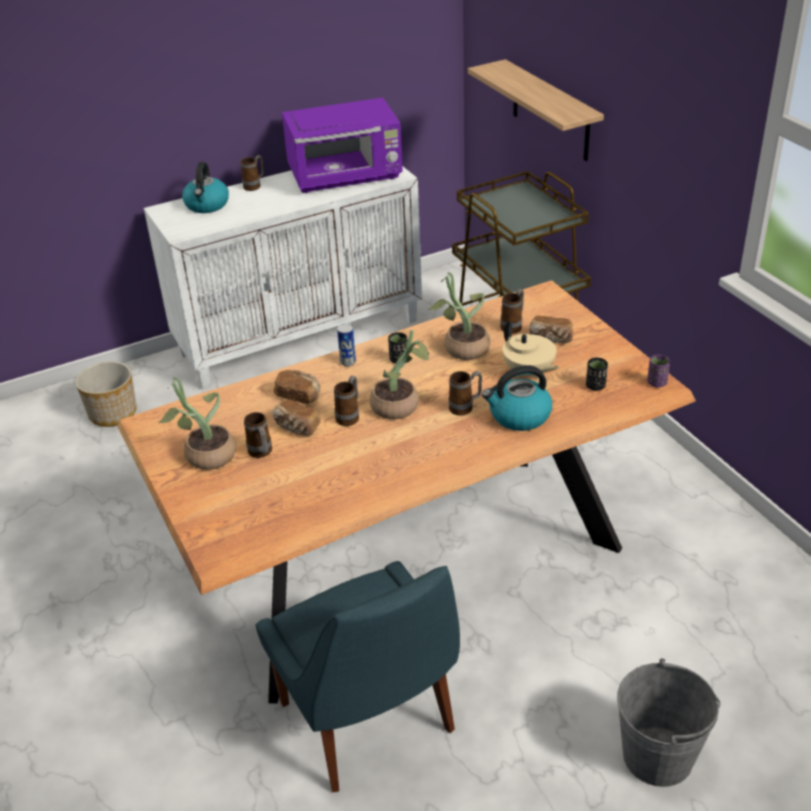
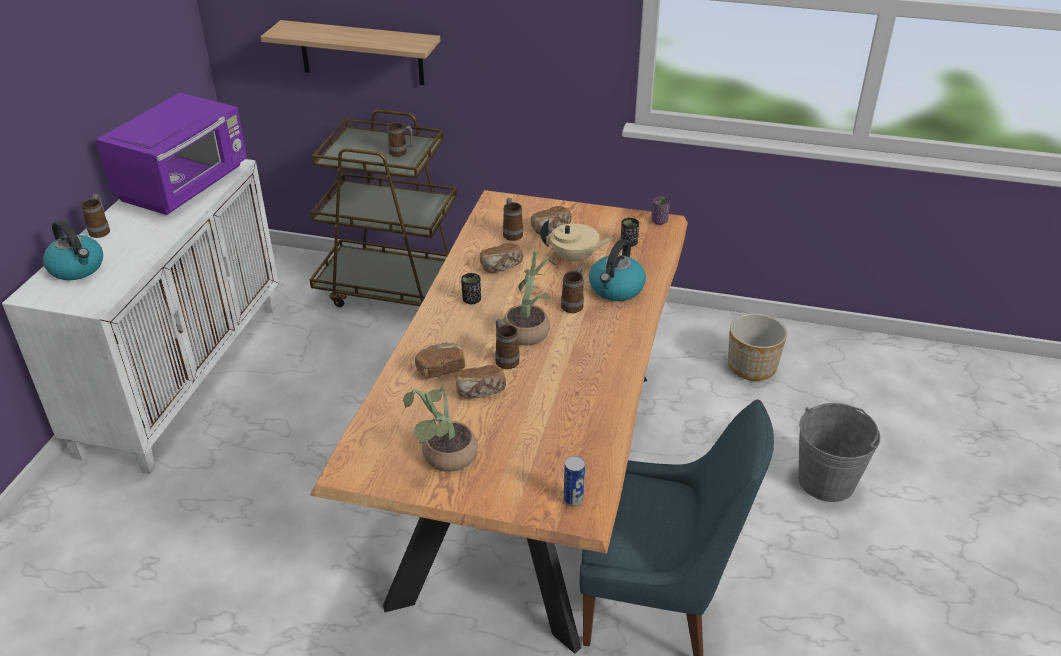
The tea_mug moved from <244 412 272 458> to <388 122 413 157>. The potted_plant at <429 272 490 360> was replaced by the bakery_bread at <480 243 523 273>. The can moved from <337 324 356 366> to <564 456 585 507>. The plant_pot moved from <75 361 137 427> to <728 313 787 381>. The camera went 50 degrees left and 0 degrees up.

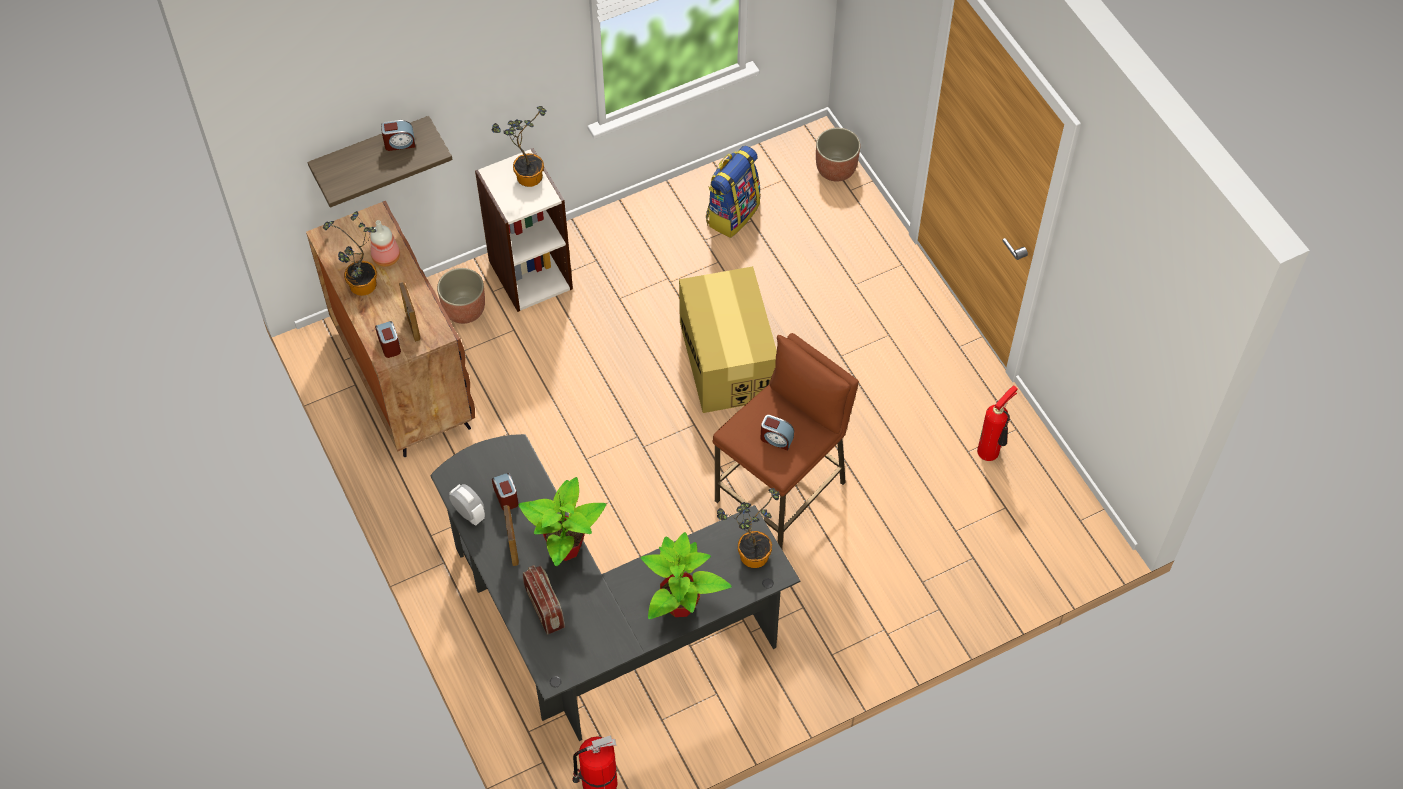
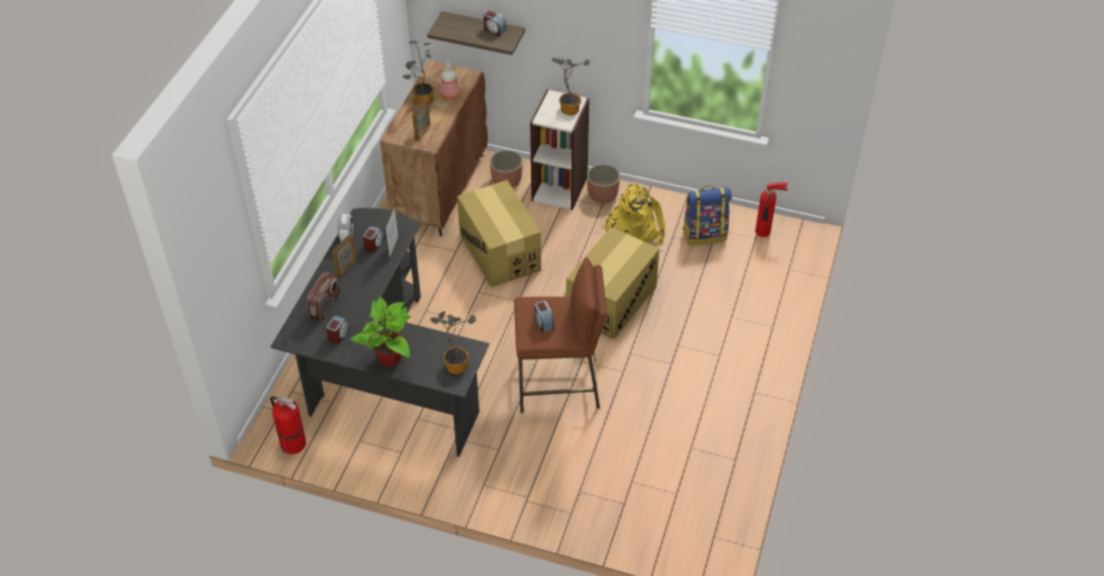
The bedside_clock moved from <375 321 401 358> to <326 316 350 344>. The picture_frame at <385 204 399 260> appeared. The cardboard_box at <457 180 541 287> appeared. The plant_pot moved from <816 128 860 181> to <587 164 620 204>. The yellowish_backpack at <601 184 665 244> appeared. The extinguisher moved from <977 385 1018 461> to <755 182 788 237>. The potted_plant at <519 477 606 566> disappeared. The camera went 45 degrees right and 10 degrees down.

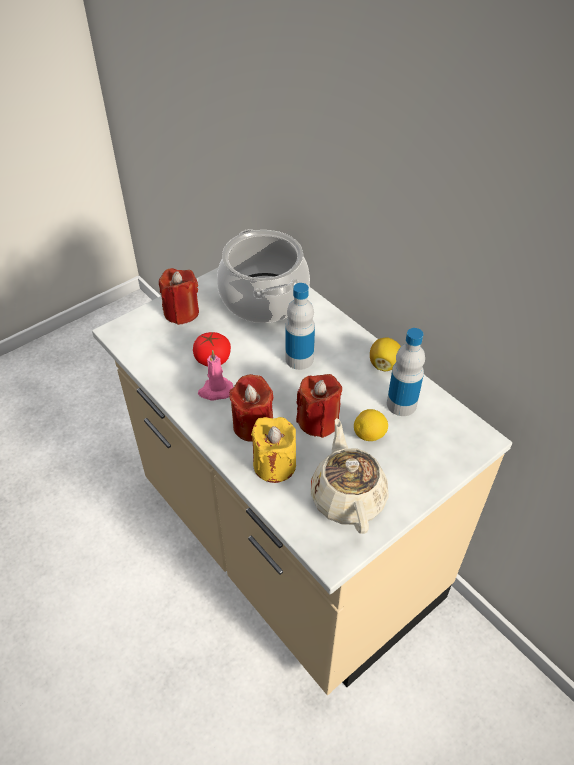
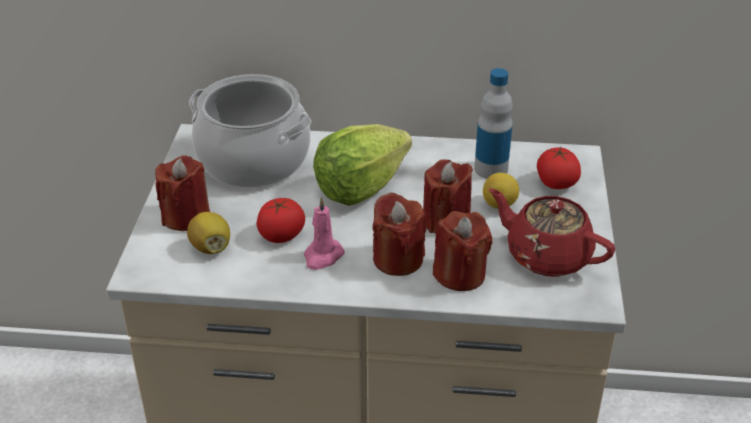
The citrus_fruit moved from <370 337 401 371> to <187 212 230 254>. The bottle at <285 283 315 370> was replaced by the head_of_lettuce at <313 124 412 206>. The yellowish_wax_candle at <251 417 296 483> became the red_wax_candle at <433 211 492 291>. The sand-coloured_pot_for_tea at <311 418 388 534> became the red_pot_for_tea at <489 188 615 277>. The tomato at <537 146 581 189> appeared. The camera went 45 degrees left and 10 degrees down.

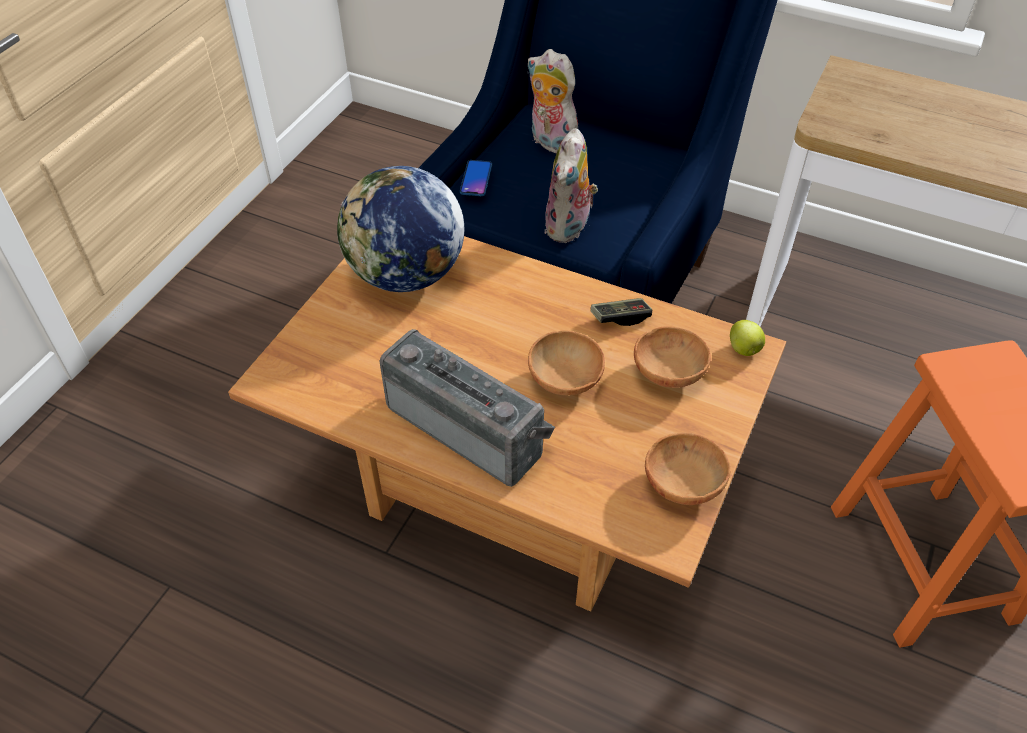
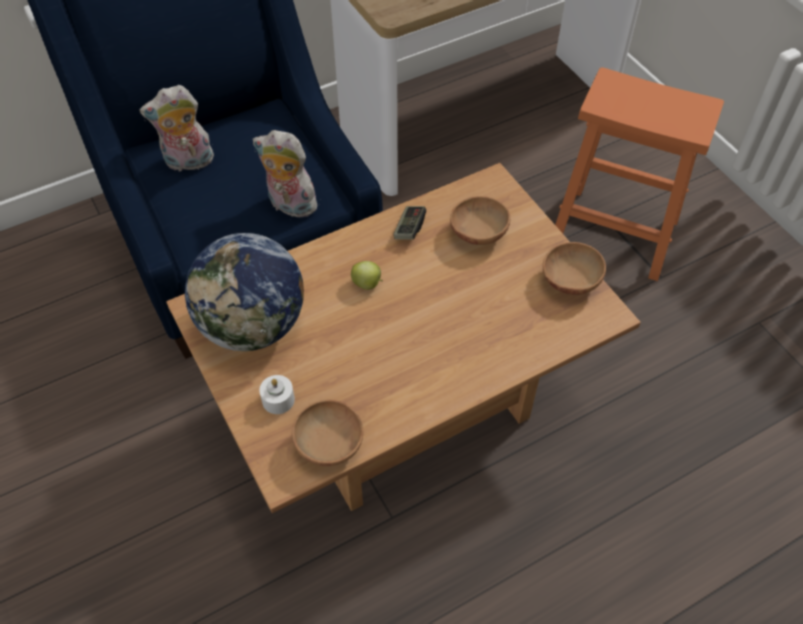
The cuddly_toy at <544 128 598 243> turned 150 degrees clockwise. The white-coloured_wax_candle at <259 375 295 414> appeared. The brownish_serving_bowl moved from <528 330 605 396> to <292 399 363 466>. The apple_fruit moved from <730 320 765 356> to <351 261 383 290>. The radio_set at <379 329 555 487> disappeared. The handset at <460 160 492 196> disappeared. The camera went 55 degrees left and 5 degrees up.

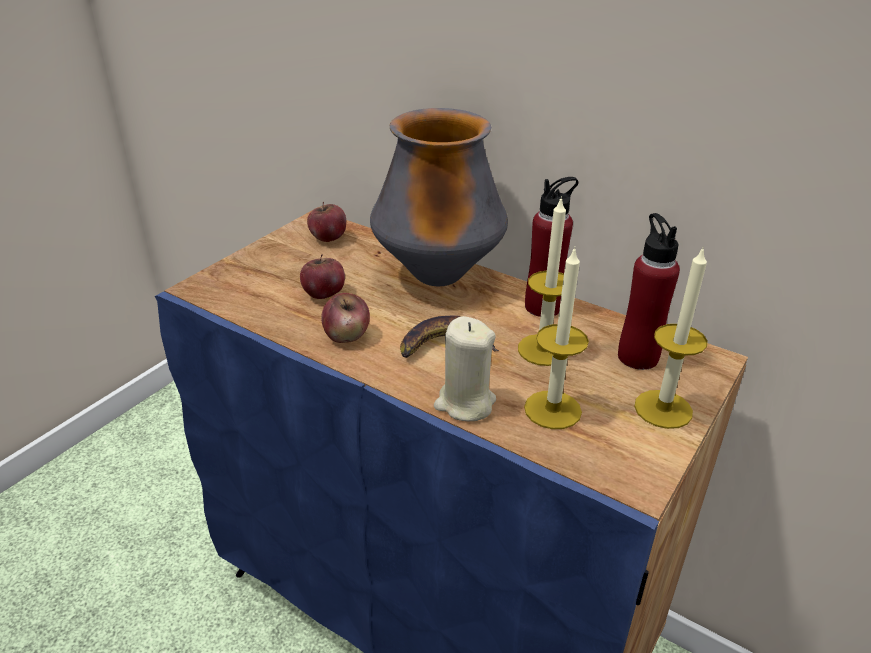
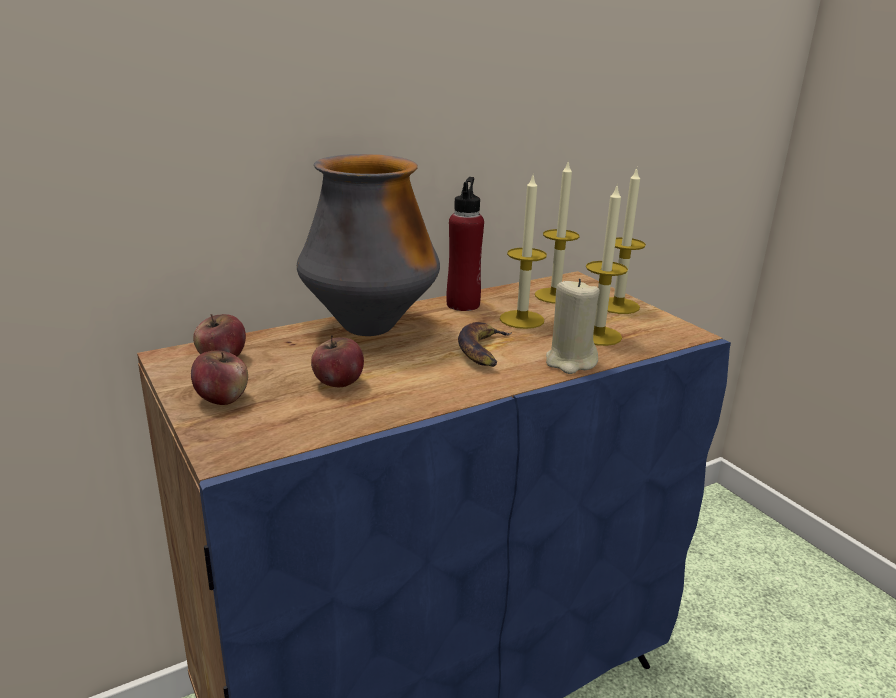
The apple_fruit moved from <321 293 370 343> to <191 351 248 405>. The red_bottle at <618 213 680 370> was replaced by the wax_candle at <535 160 580 303>. The camera went 65 degrees left and 10 degrees down.

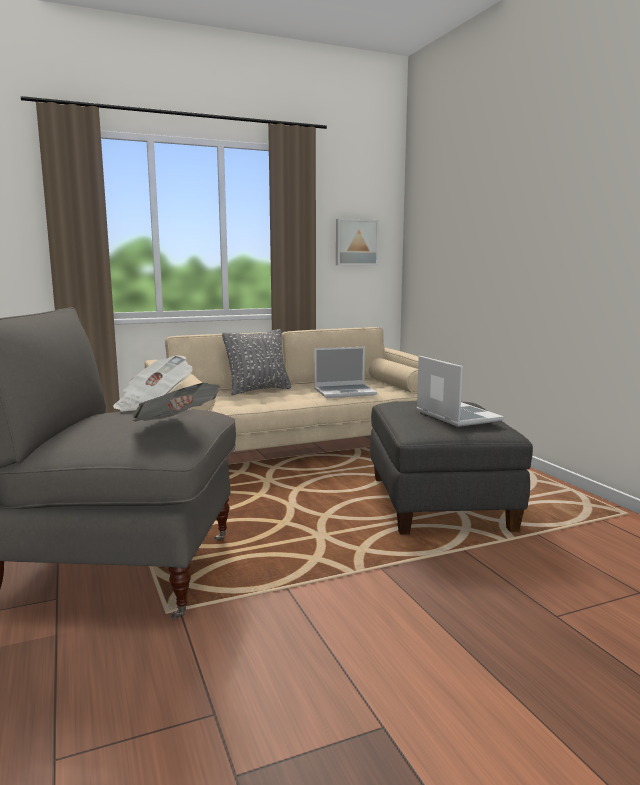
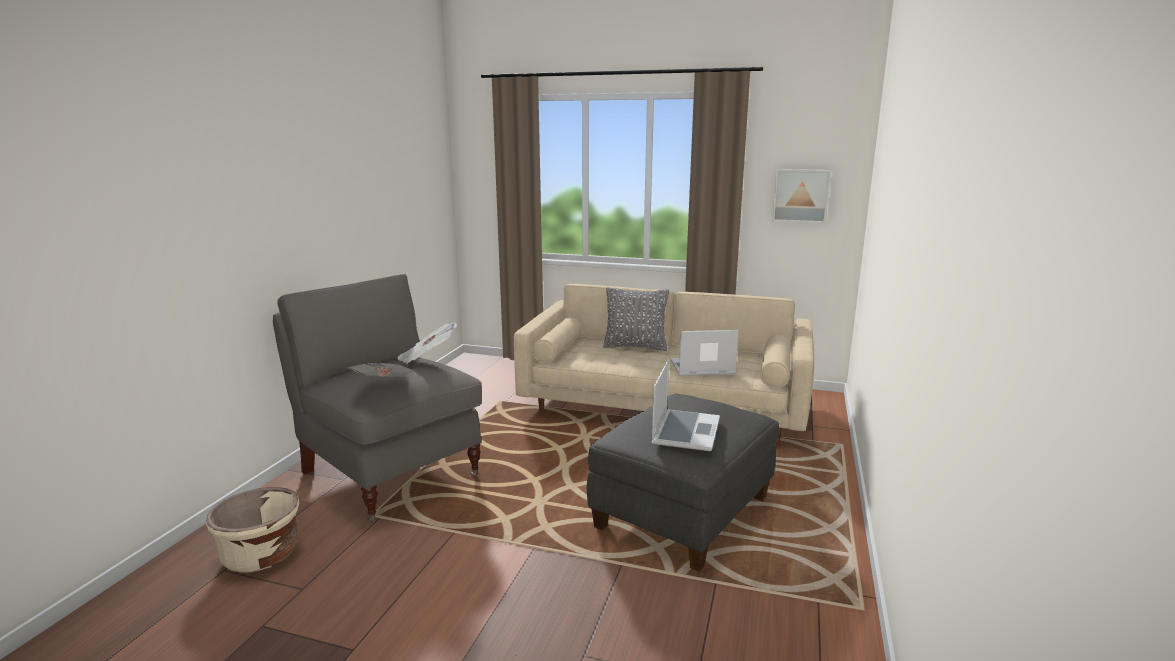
The sand-coloured_plant_pot at <206 487 299 573> appeared. The notebook_computer at <314 347 377 398> turned 150 degrees clockwise. The camera went 40 degrees right and 5 degrees up.

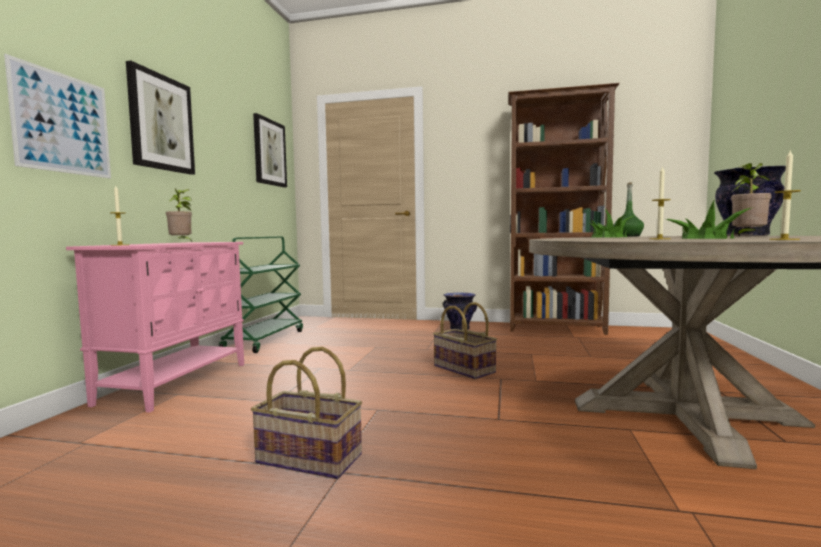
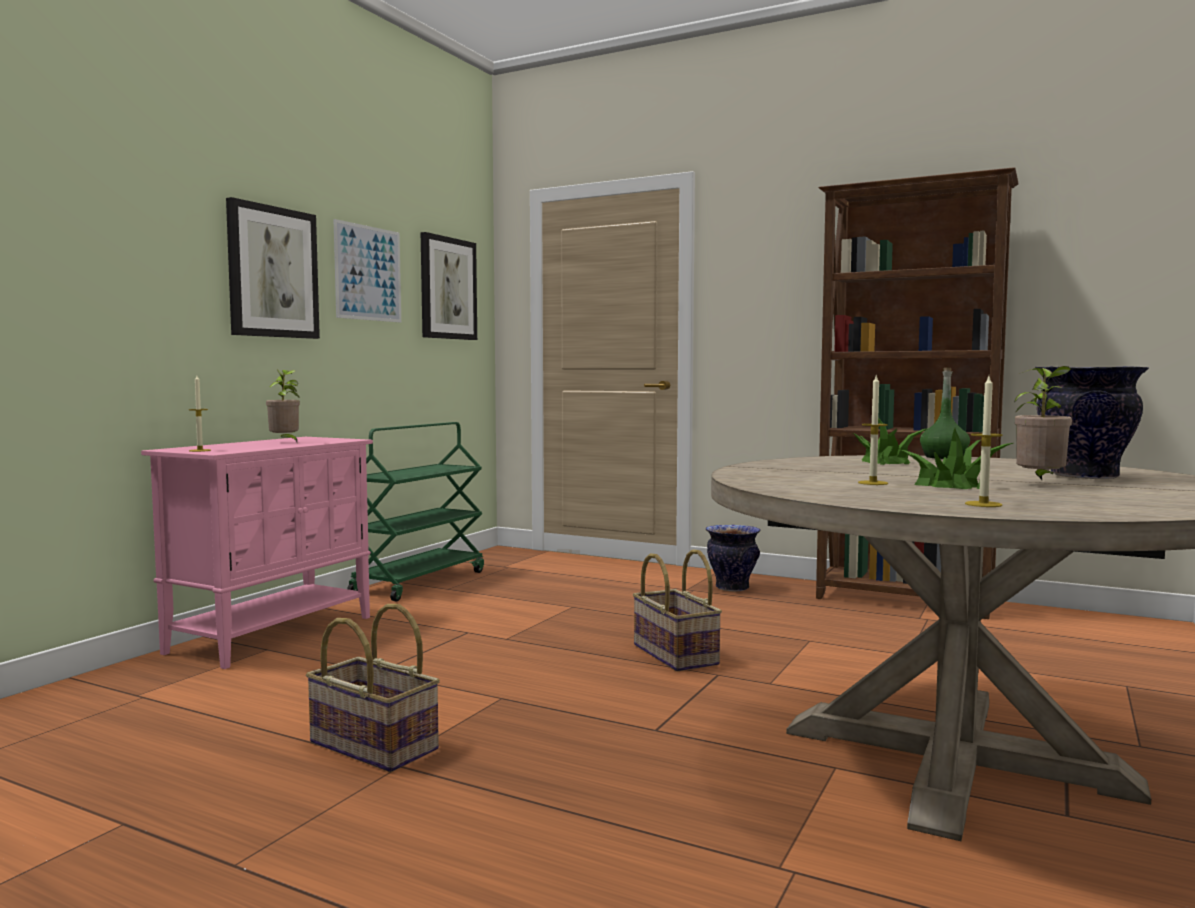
The wall_art moved from <4 54 111 179> to <333 219 401 323>. The camera went 15 degrees right and 0 degrees up.

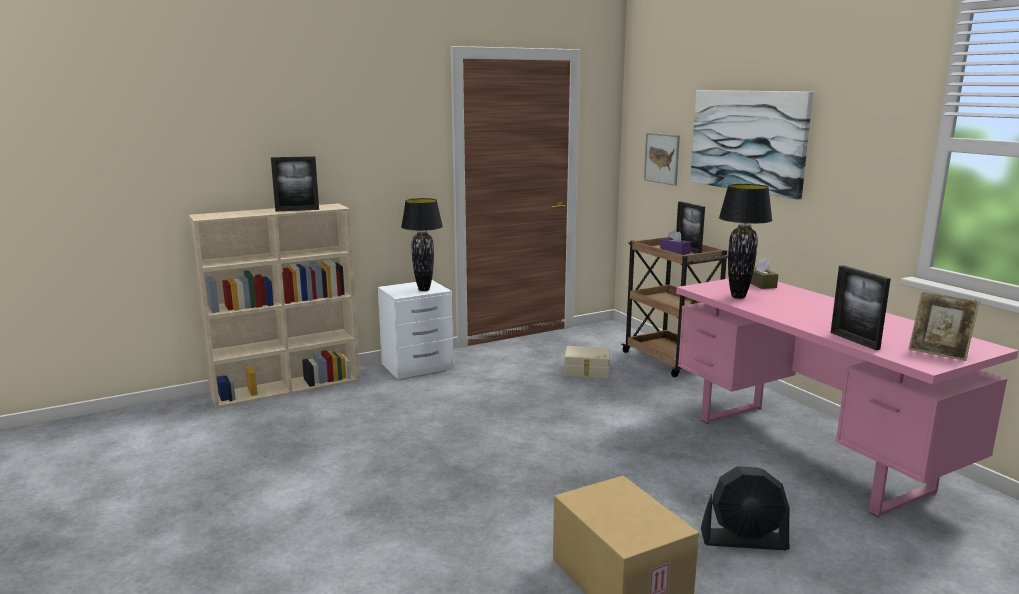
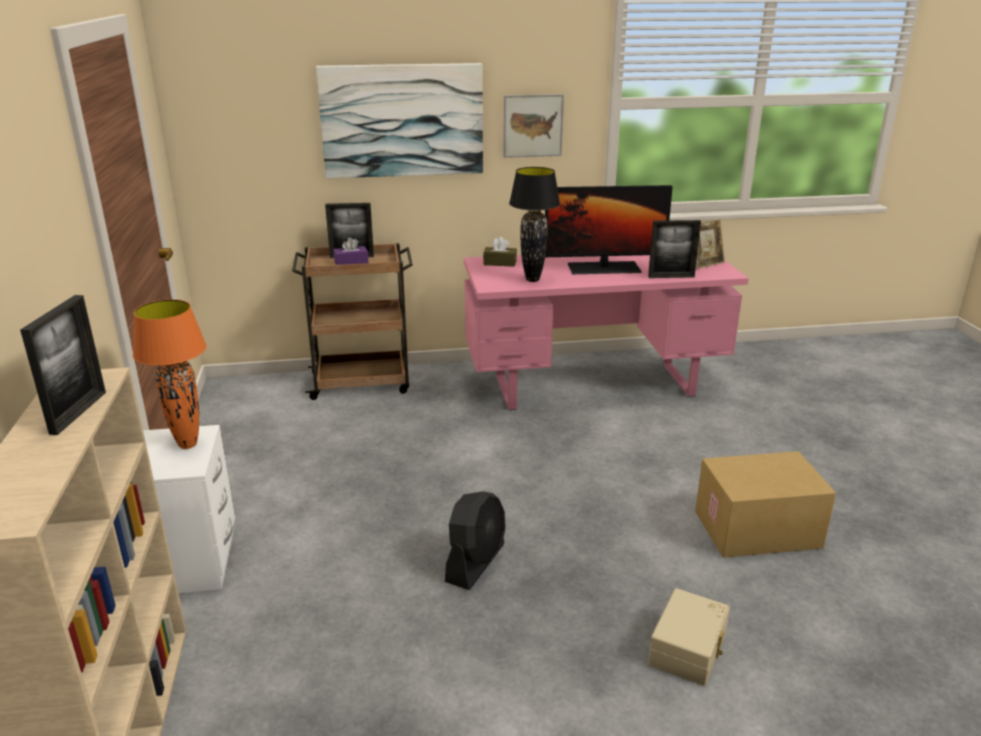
The blackish_tabletop_lamp at <401 198 443 291> became the orange-coloured_tabletop_lamp at <133 299 207 449>. The blackish_fan moved from <701 466 789 550> to <445 491 505 590>. The wall_art moved from <644 133 680 186> to <503 94 564 158>. The computer_screen at <545 185 673 274> appeared. The sand-coloured_storage_box moved from <564 346 610 378> to <648 588 730 686>. The camera went 70 degrees left and 10 degrees up.

